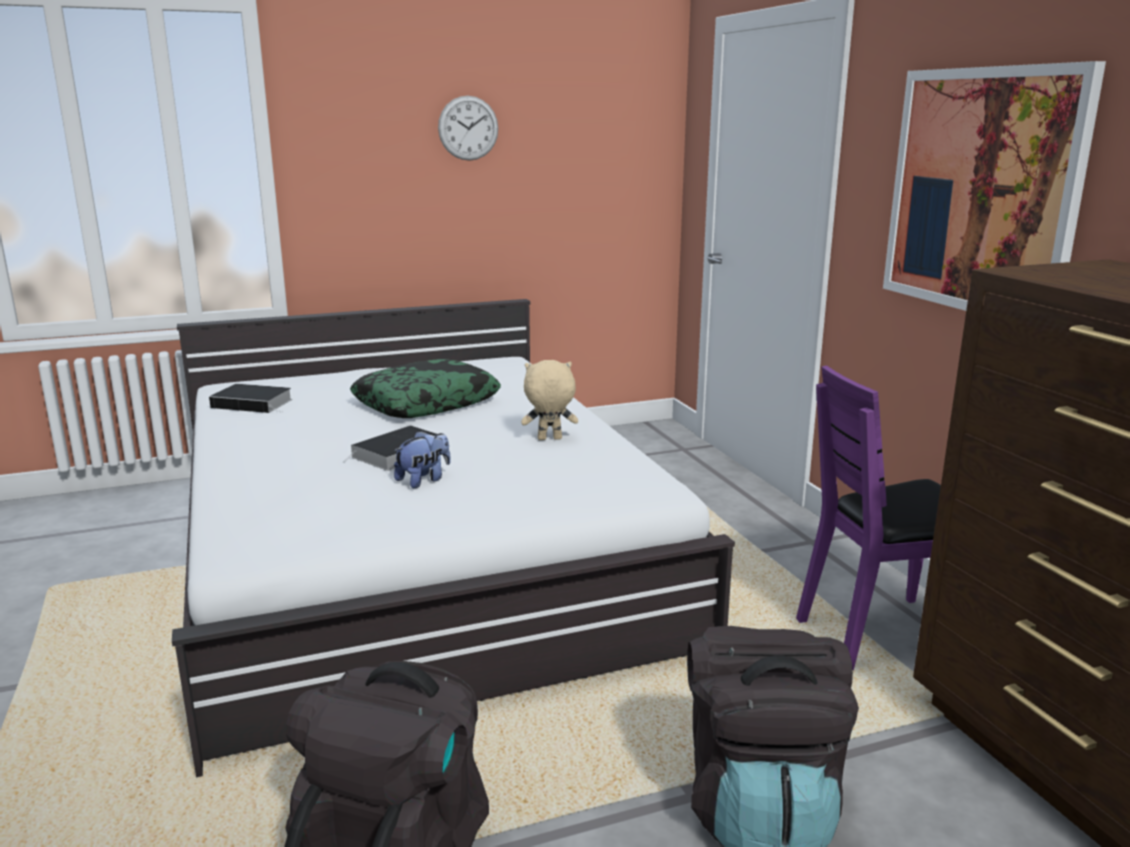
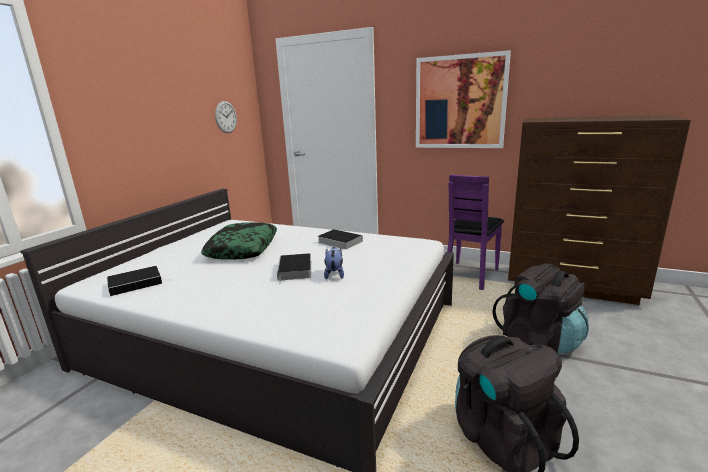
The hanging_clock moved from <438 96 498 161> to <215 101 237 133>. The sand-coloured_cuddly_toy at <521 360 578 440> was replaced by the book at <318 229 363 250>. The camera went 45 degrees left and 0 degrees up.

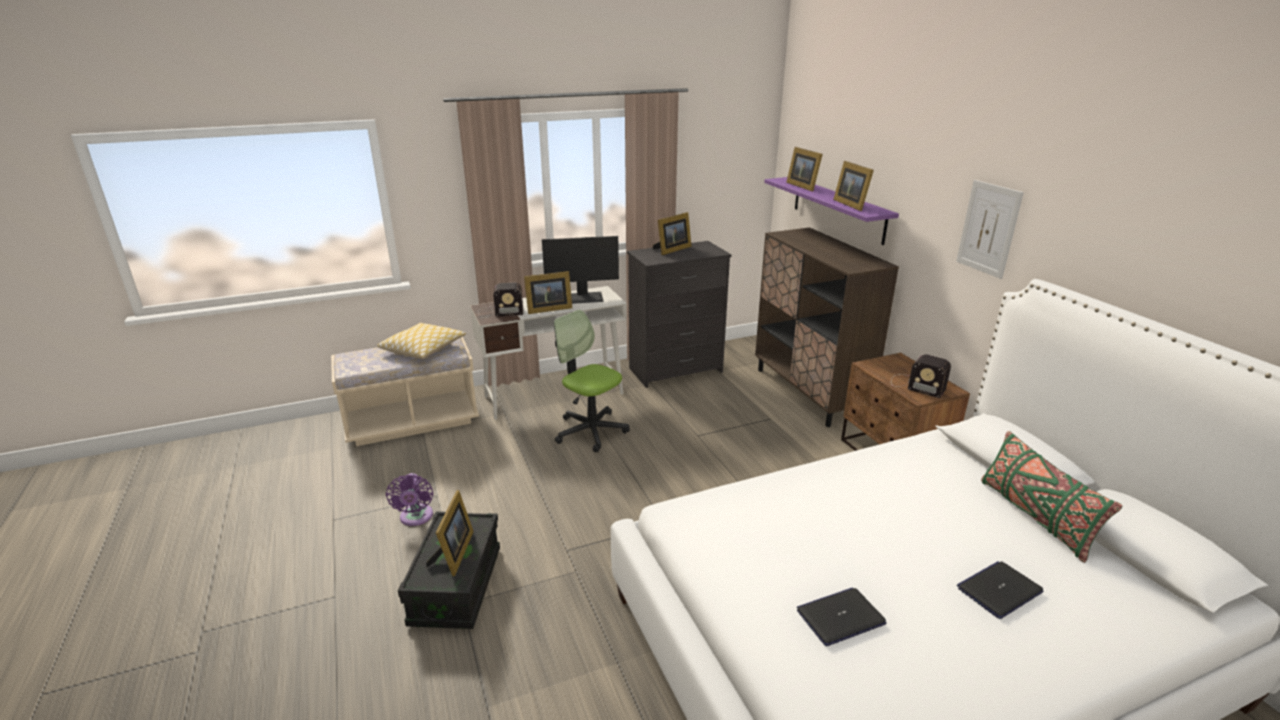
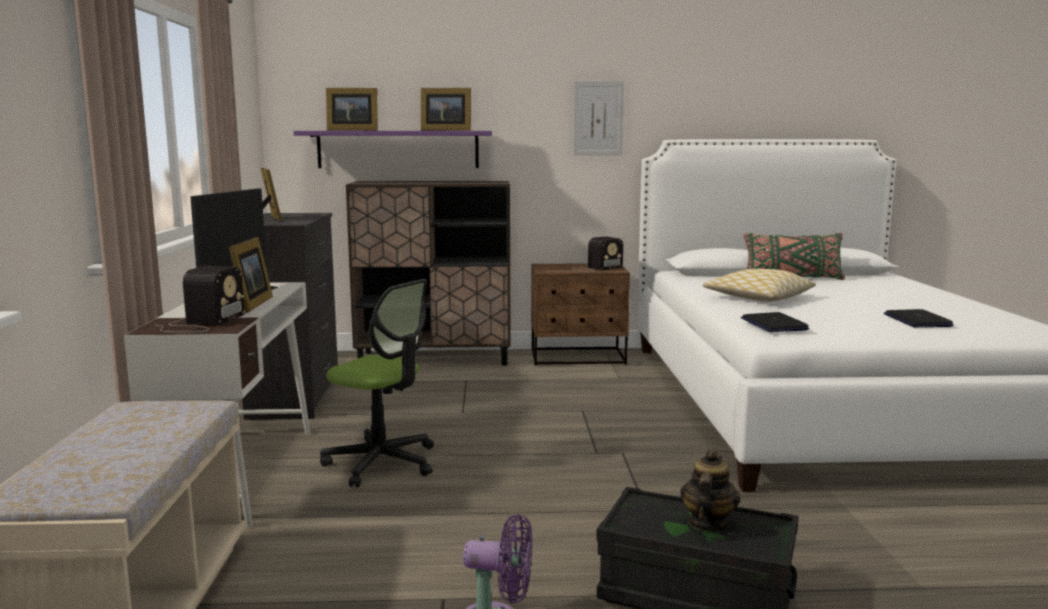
The computer_chair at <554 310 630 452> turned 120 degrees counterclockwise. The picture_frame at <426 490 474 576> was replaced by the pot_for_tea at <680 449 740 531>. The throw_pillow moved from <377 323 466 359> to <702 269 816 302>. The notebook_computer moved from <957 561 1044 619> to <741 312 809 332>. The camera went 70 degrees left and 15 degrees down.

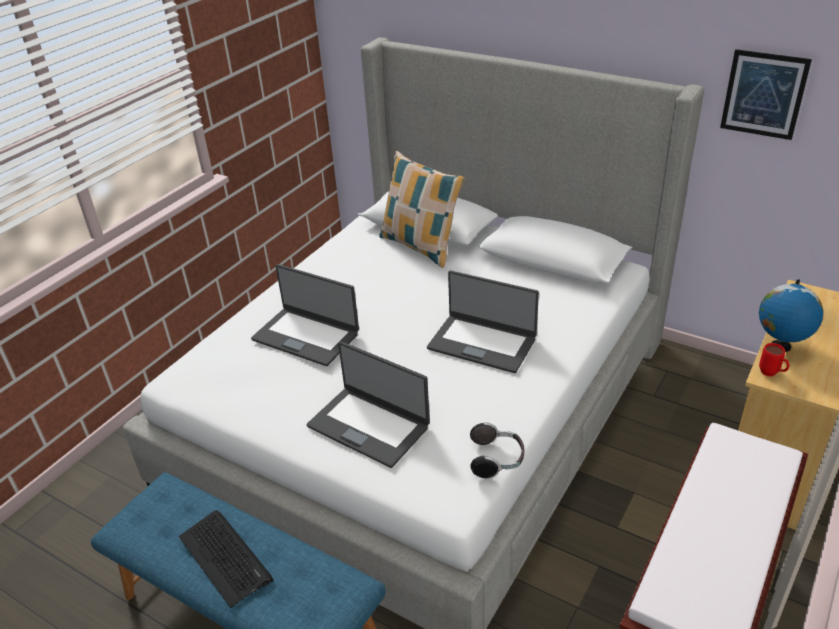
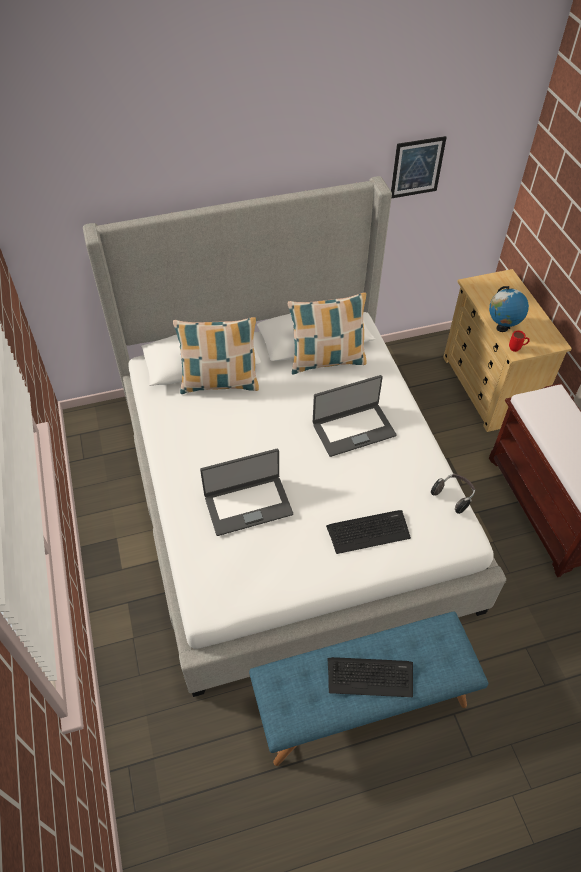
The throw_pillow at <288 292 367 375> appeared. The notebook_computer at <307 341 430 468> was replaced by the keyboard at <326 510 411 554>. The camera went 50 degrees left and 15 degrees up.

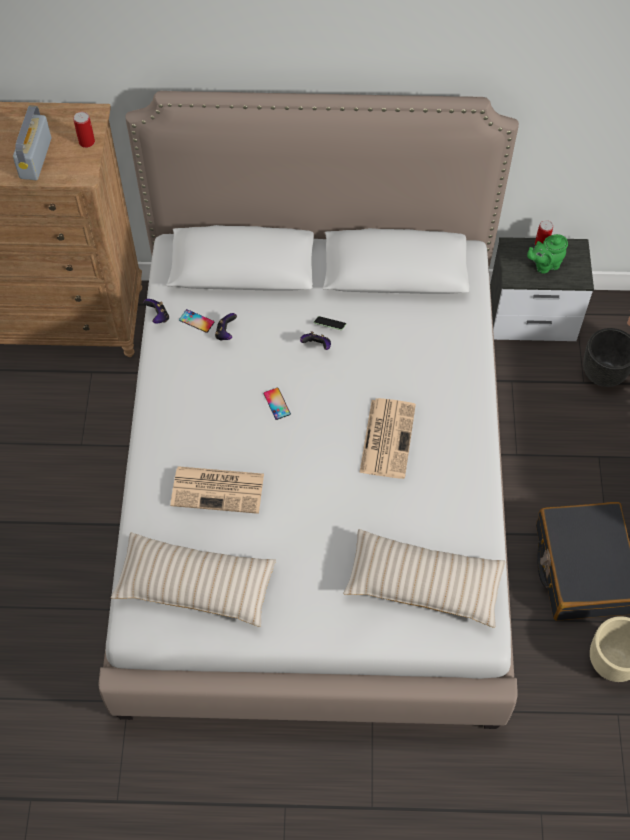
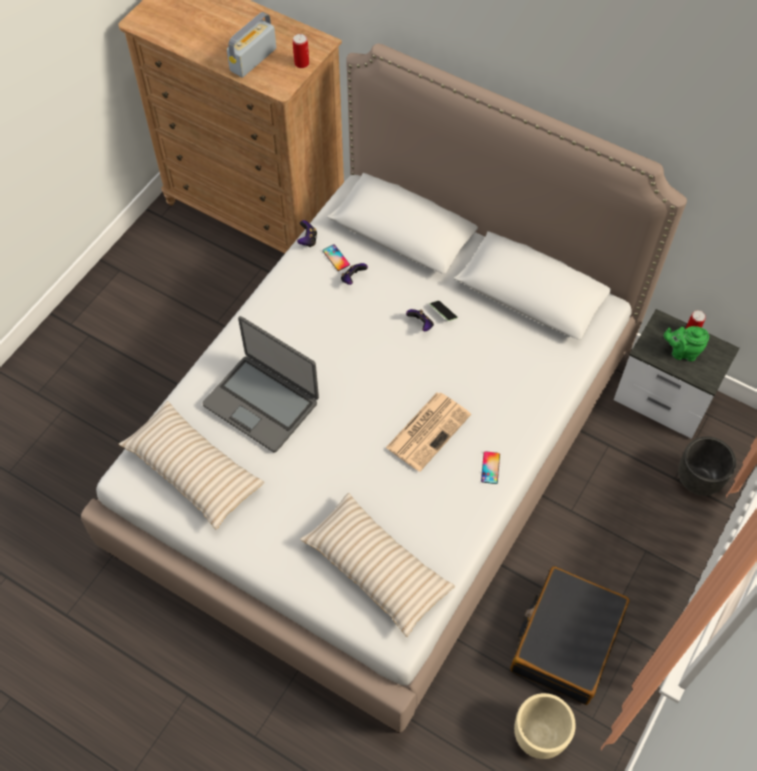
The daily_paper at <170 466 264 514> was replaced by the notebook_computer at <203 316 319 453>. The handset moved from <264 388 291 420> to <481 451 500 484>. The camera went 30 degrees right and 0 degrees up.

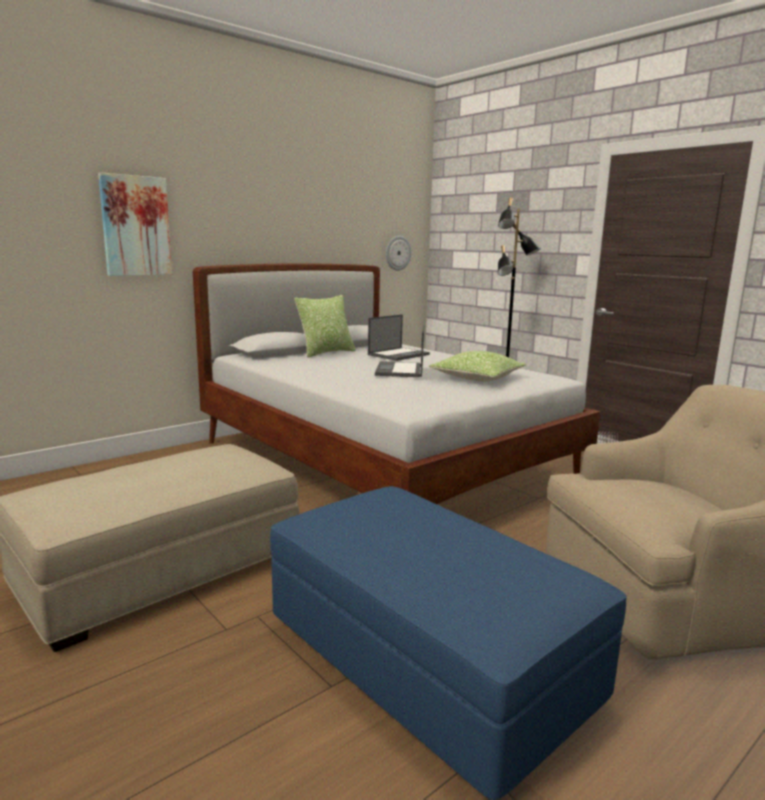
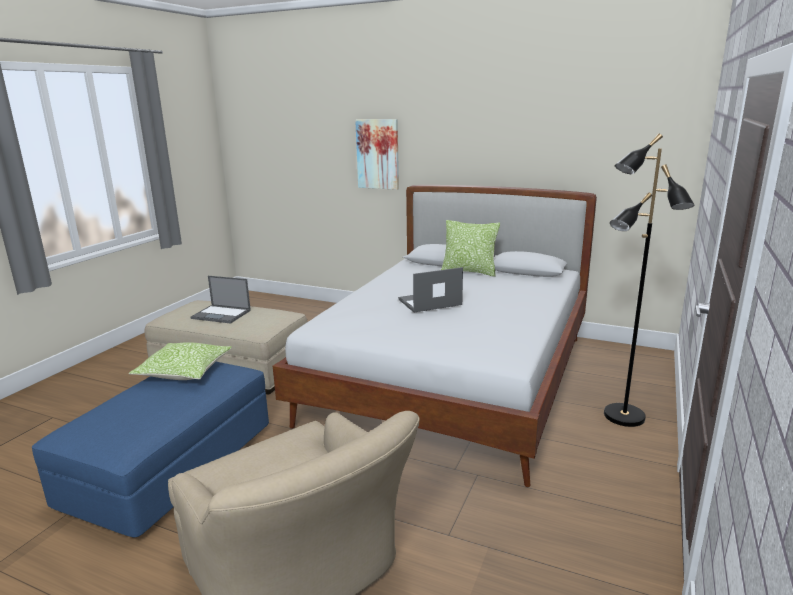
The throw_pillow moved from <429 351 526 382> to <129 342 232 380>. The notebook_computer moved from <368 314 430 361> to <191 276 251 323>. The hanging_clock at <386 236 411 271> disappeared. The camera went 65 degrees right and 5 degrees up.

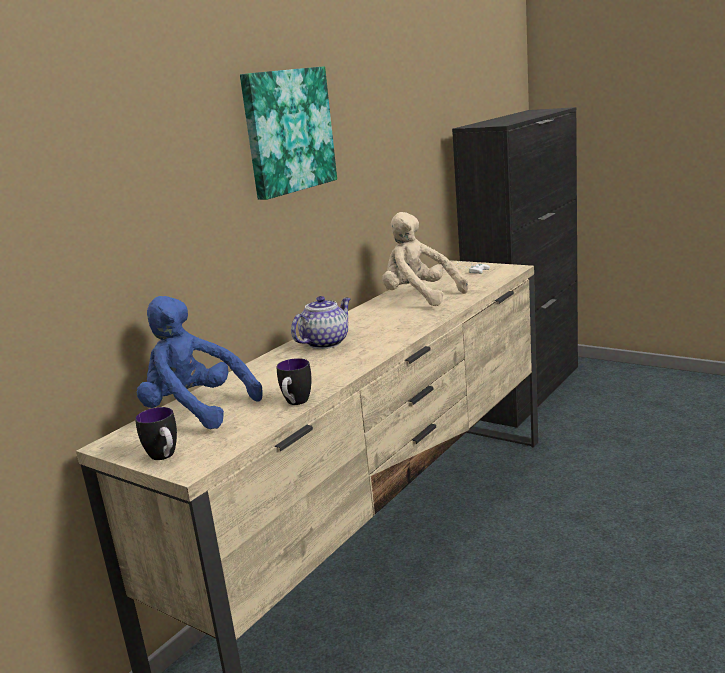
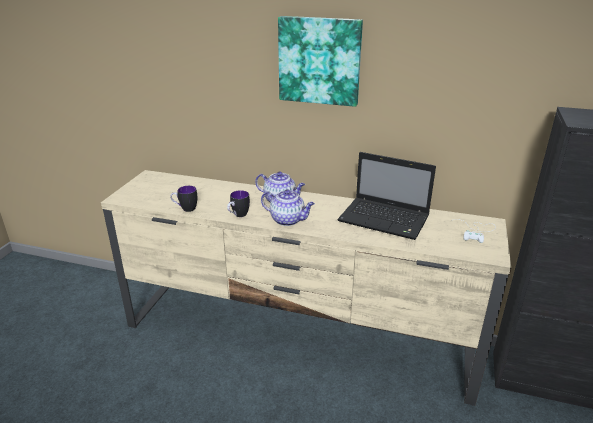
The tea_mug moved from <135 407 177 460> to <227 190 250 217>. The pot_for_tea at <261 189 315 226> appeared. The sand-coloured_cuddly_toy at <382 212 468 306> was replaced by the notebook_computer at <338 152 436 240>. The blue-coloured_cuddly_toy at <137 296 263 429> disappeared. The camera went 70 degrees right and 10 degrees up.

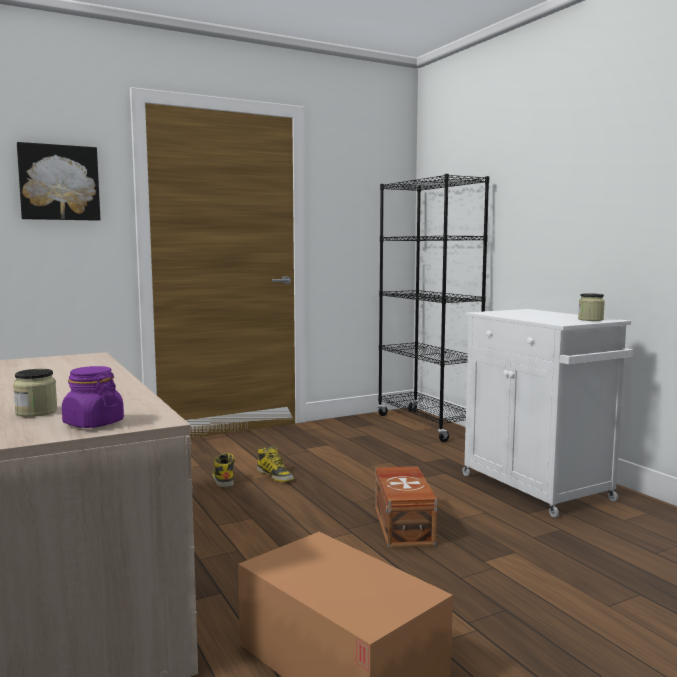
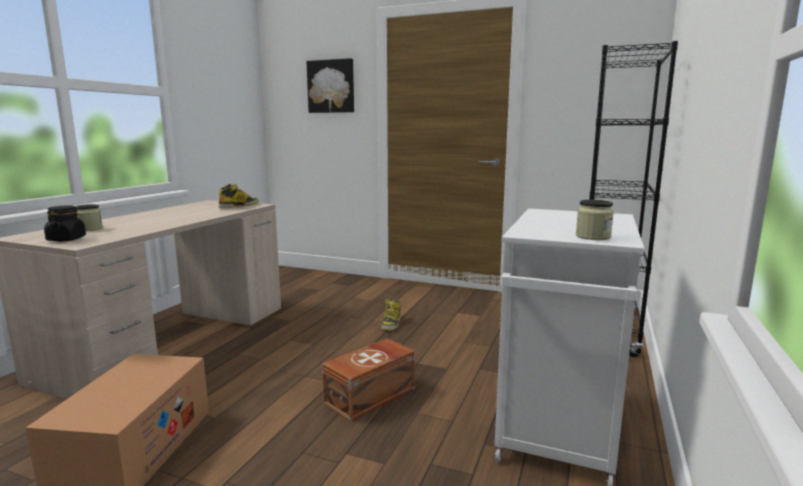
The purple_preserve_jar at <62 366 124 428> became the blackish_preserve_jar at <44 205 86 241>. The tall_boot moved from <212 453 235 487> to <219 184 259 208>. The camera went 50 degrees right and 5 degrees up.

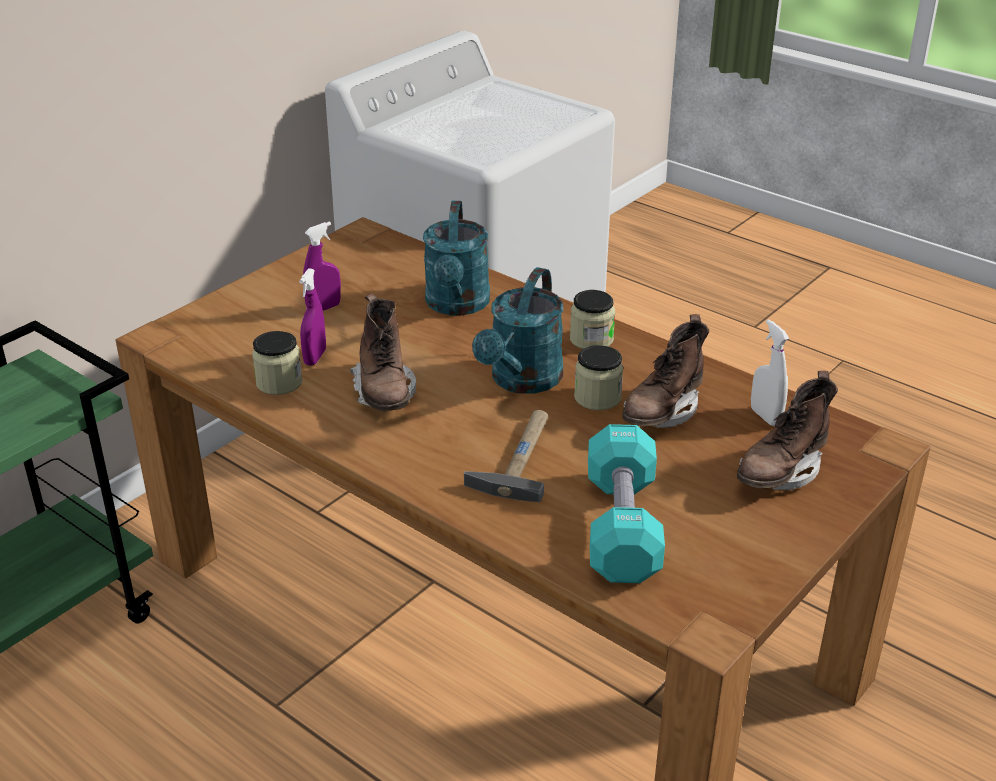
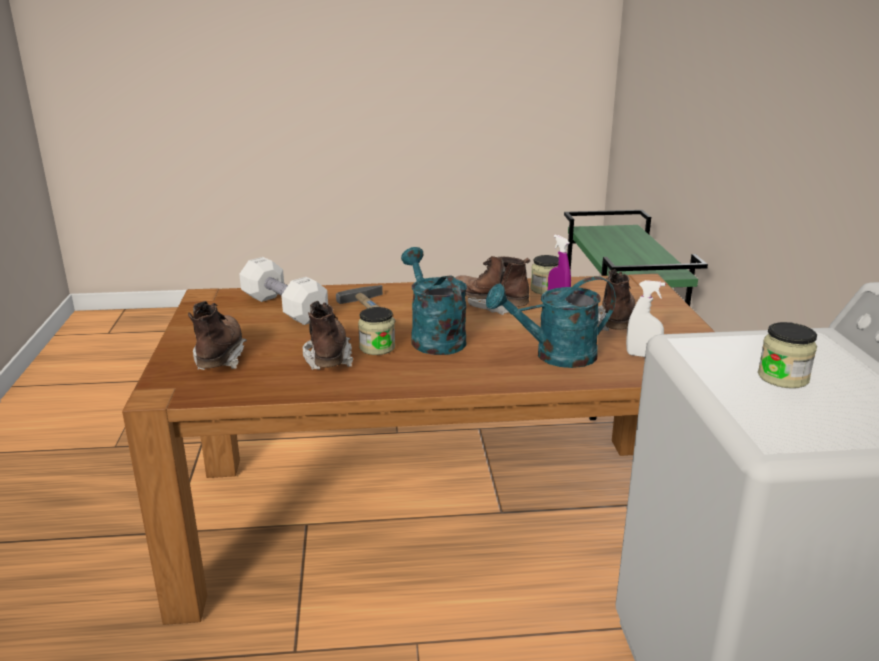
The turquoise-coloured_free_weight at <588 424 665 583> became the white-coloured_free_weight at <239 257 328 325>. The turquoise-coloured_sprinkling_can at <423 201 490 316> turned 60 degrees counterclockwise. The purple_spray_bottle at <303 221 341 311> was replaced by the brownish_tall_boot at <598 269 635 331>. The white-coloured_spray_bottle moved from <751 319 789 426> to <626 280 665 357>. The preserve_jar moved from <570 290 615 349> to <758 322 817 388>. The camera went 135 degrees right and 10 degrees down.

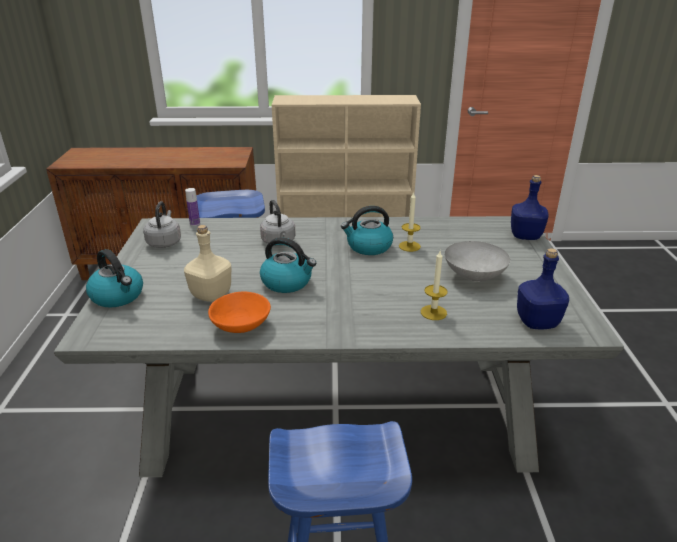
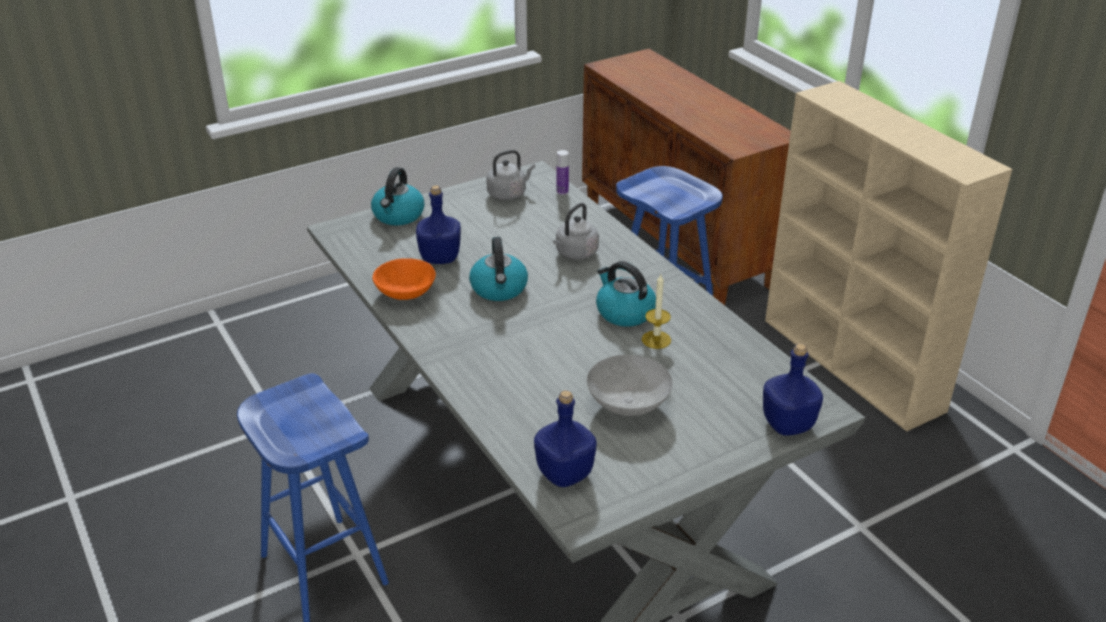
The sand-coloured_bottle at <184 225 231 302> became the blue-coloured_bottle at <416 185 461 264>. The wax_candle at <421 251 448 320> disappeared. The camera went 60 degrees right and 5 degrees up.

